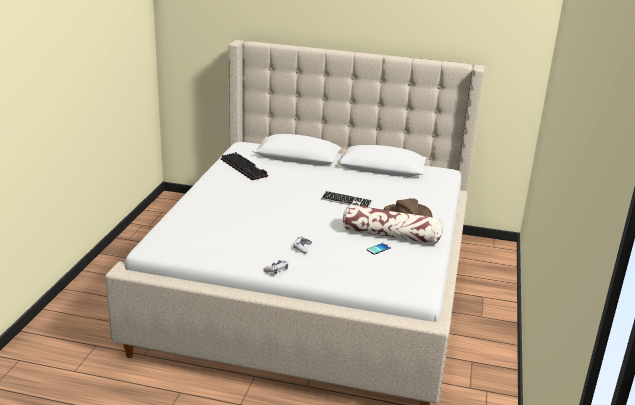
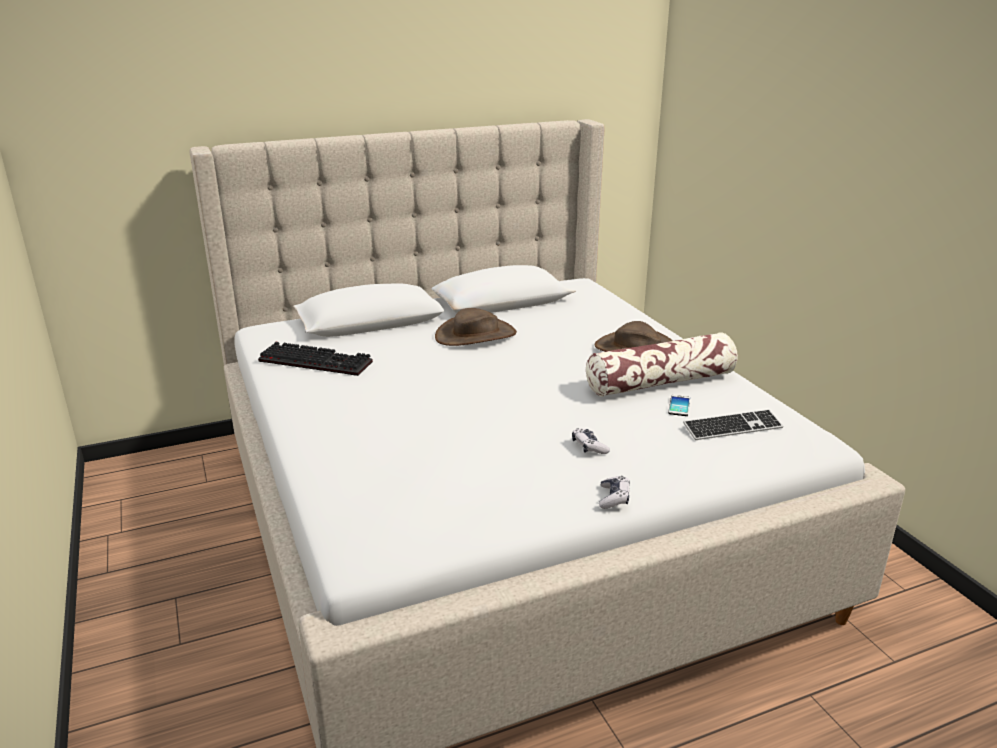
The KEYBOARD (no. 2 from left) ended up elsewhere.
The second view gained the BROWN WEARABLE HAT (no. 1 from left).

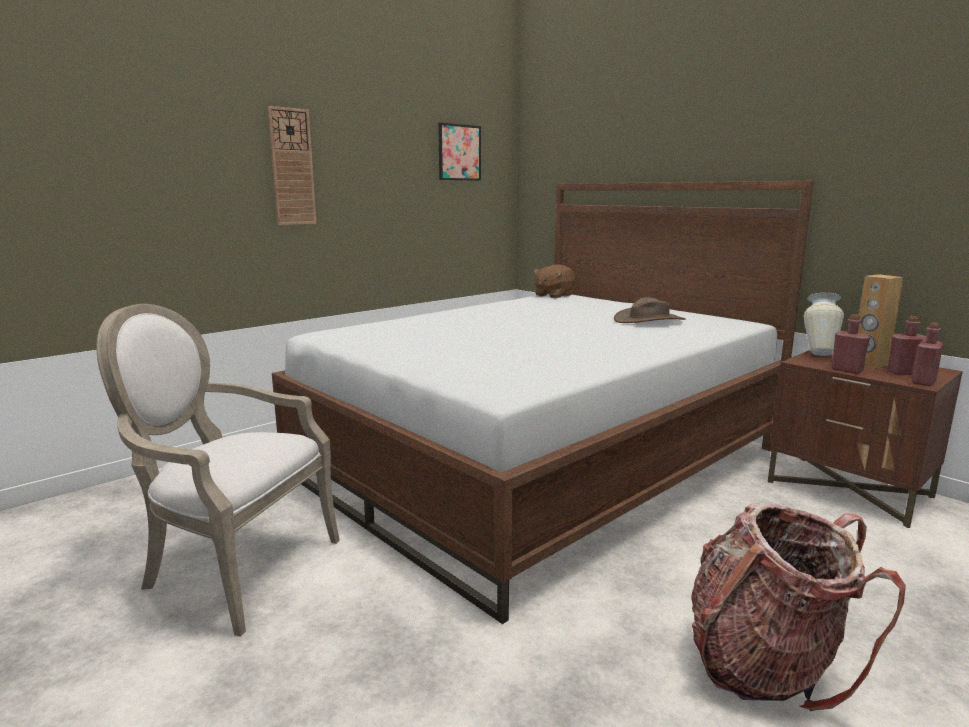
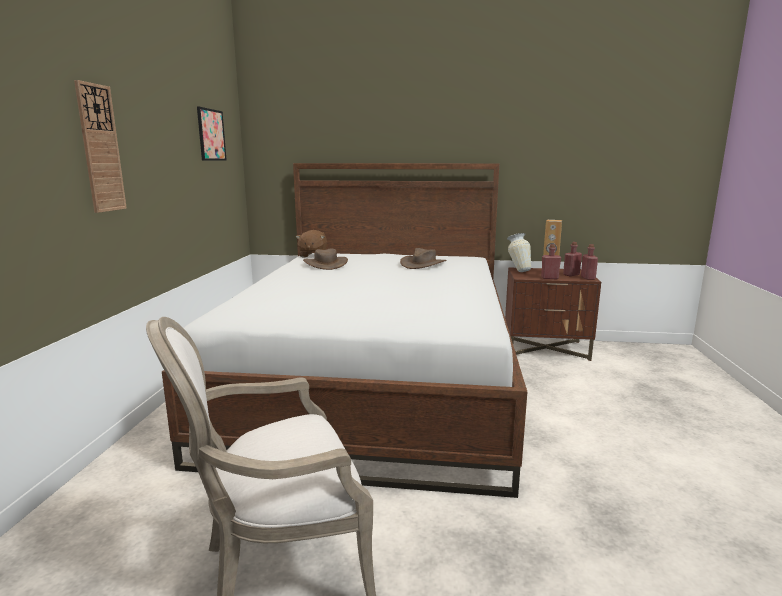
The second view lost the BACKPACK.
The second view gained the BROWN WEARABLE HAT (no. 1 from left).

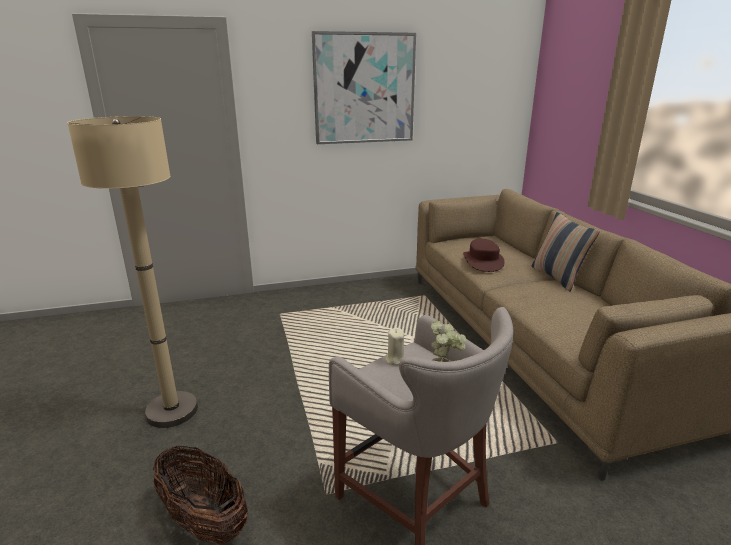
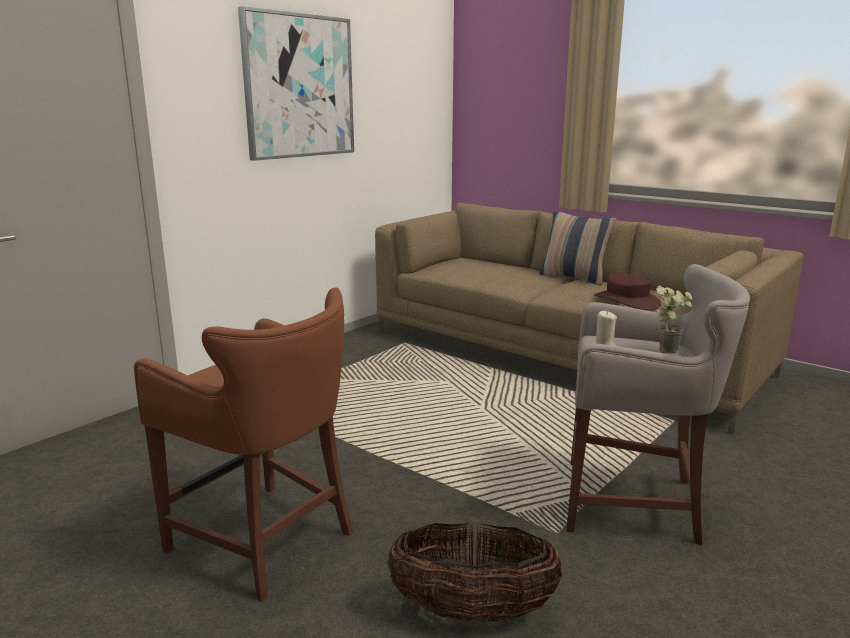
Where the SAND-COLOURED STANDARD LAMP stood, the BROWN STOOL SEAT came to stand.
The BROWN WEARABLE HAT ended up elsewhere.

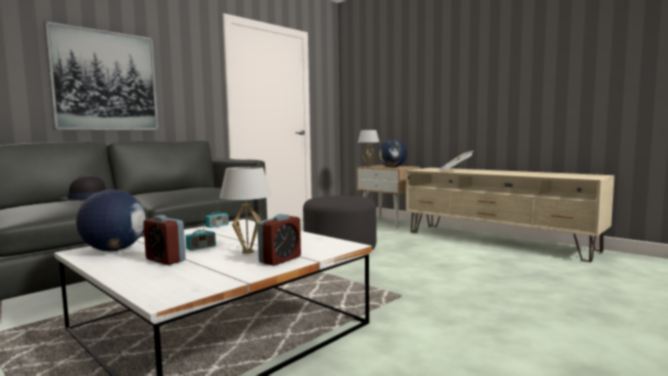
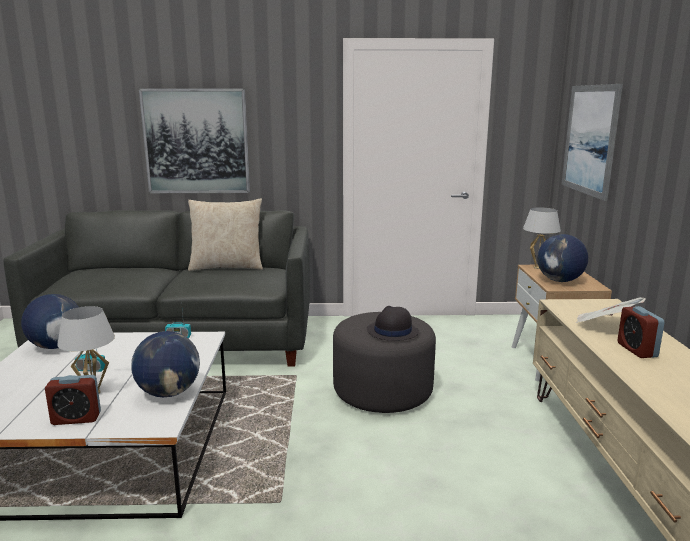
The BLACKISH WEARABLE HAT ended up elsewhere.
The BEDSIDE CLOCK (no. 1 from left in the first image) ended up elsewhere.
The second view gained the GLOBE (no. 2 from left).
The second view gained the SAND-COLOURED THROW PILLOW.
The second view gained the WALL ART (no. 2 from left).

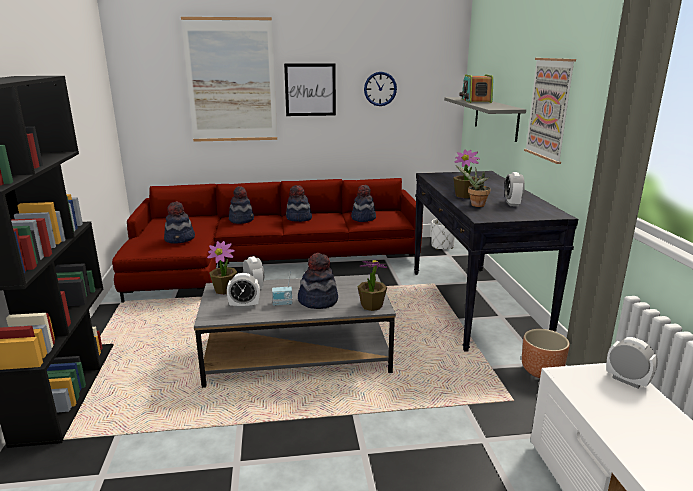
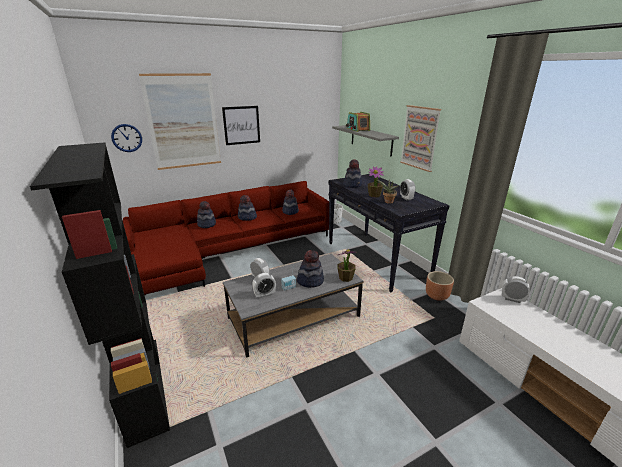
The WEARABLE HAT (no. 1 from left in the first image) ended up elsewhere.
The second view lost the HOUSEPLANT (no. 1 from left).
The HANGING CLOCK ended up elsewhere.

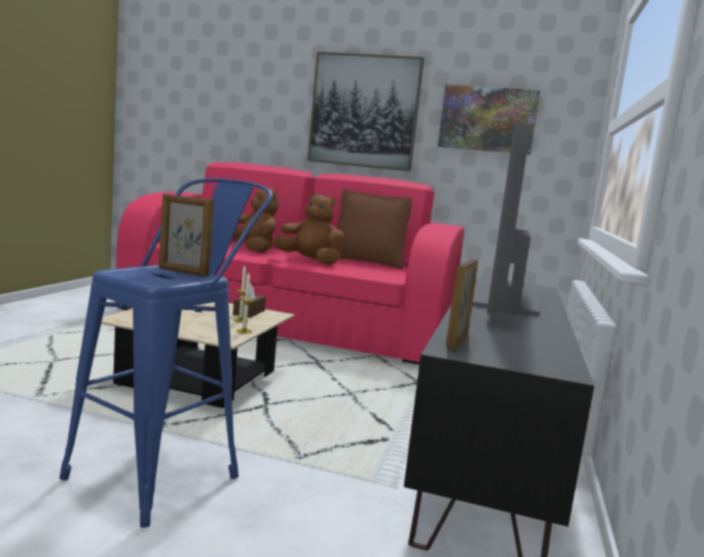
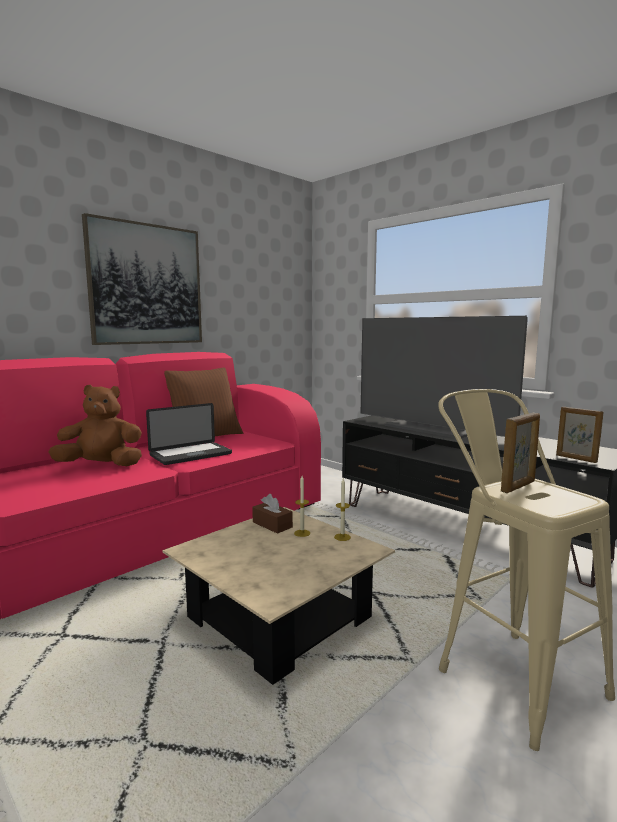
What was the BLUE-COLOURED STOOL SEAT turned into the SAND-COLOURED STOOL SEAT.
Where the BROWN PLUSH TOY (no. 2 from left) stood, the PORTABLE COMPUTER came to stand.
The second view lost the WALL ART (no. 2 from left).

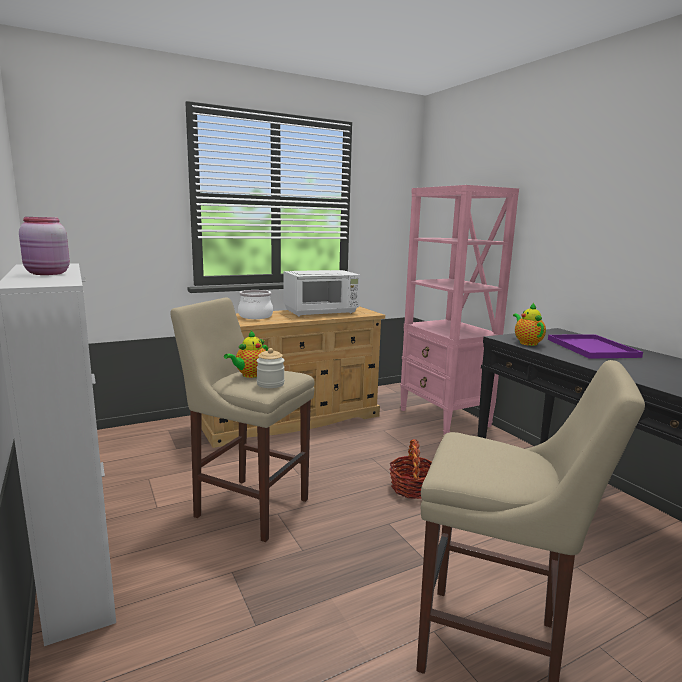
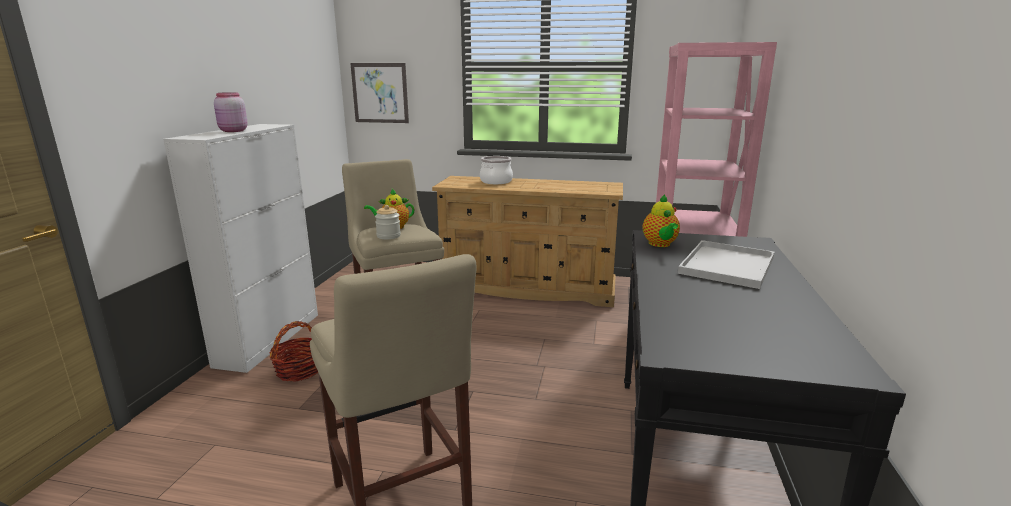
The second view lost the WHITISH KITCHEN MICROWAVE.
The STORAGE BASKET ended up elsewhere.
The POT FOR TEA (no. 2 from left) ended up facing another way, 150 degrees clockwise from before.
What was the PURPLE TRAY turned into the WHITISH TRAY.
The second view gained the WALL ART.

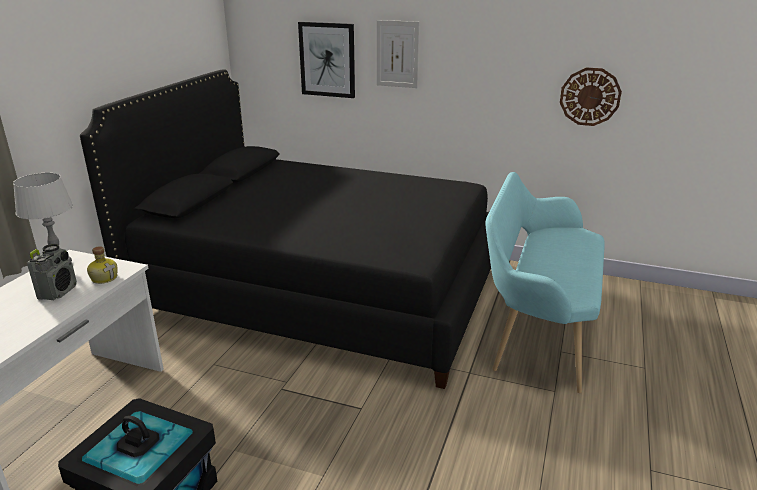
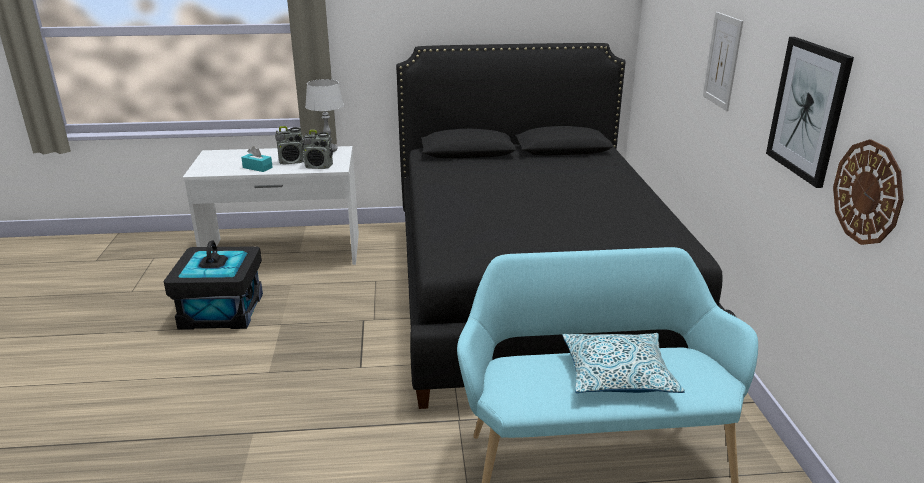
Where the BEVERAGE BOTTLE stood, the RADIO RECEIVER (no. 2 from left) came to stand.
The WALL ART (no. 1 from left in the first image) ended up elsewhere.
The second view gained the TURQUOISE TISSUE HOLDER.
The second view gained the THROW PILLOW.

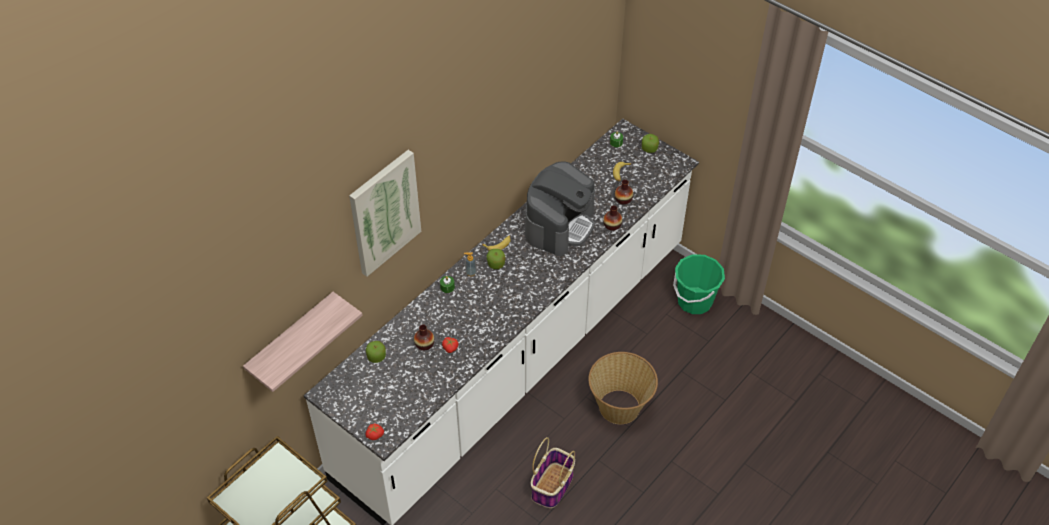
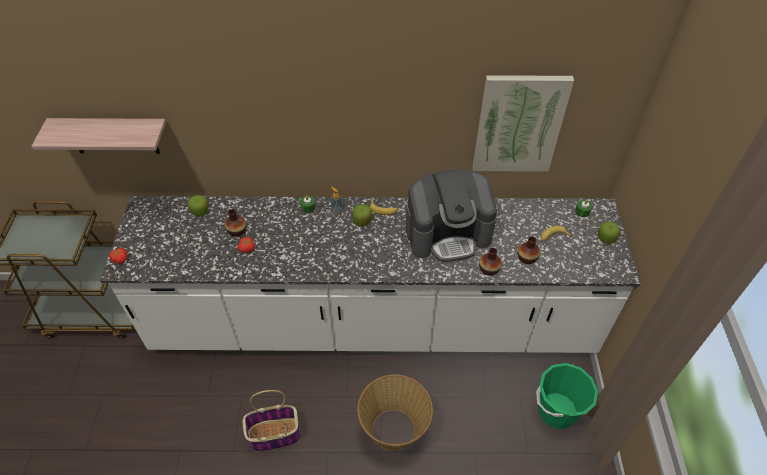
The WALL ART ended up elsewhere.

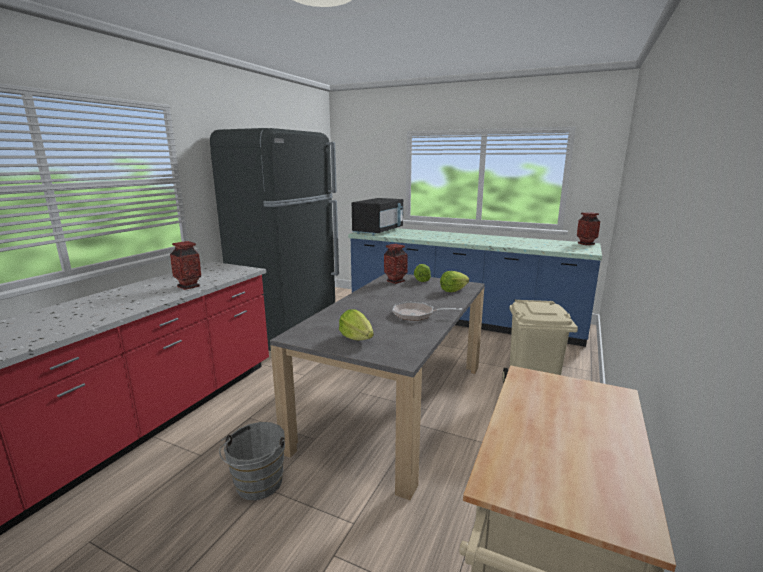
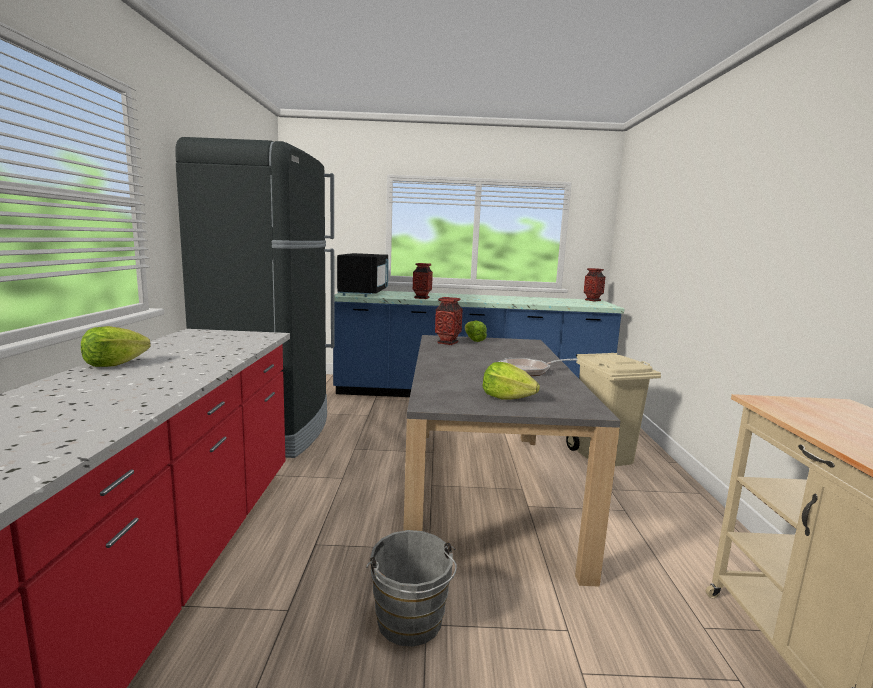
The DECORATIVE VASE (no. 1 from left) ended up elsewhere.
The LETTUCE HEAD (no. 3 from left in the first image) ended up elsewhere.

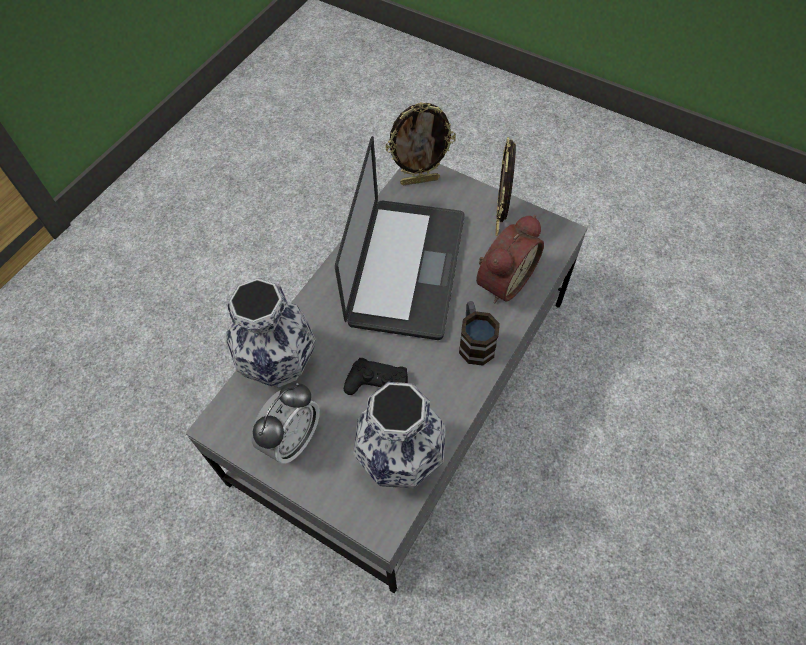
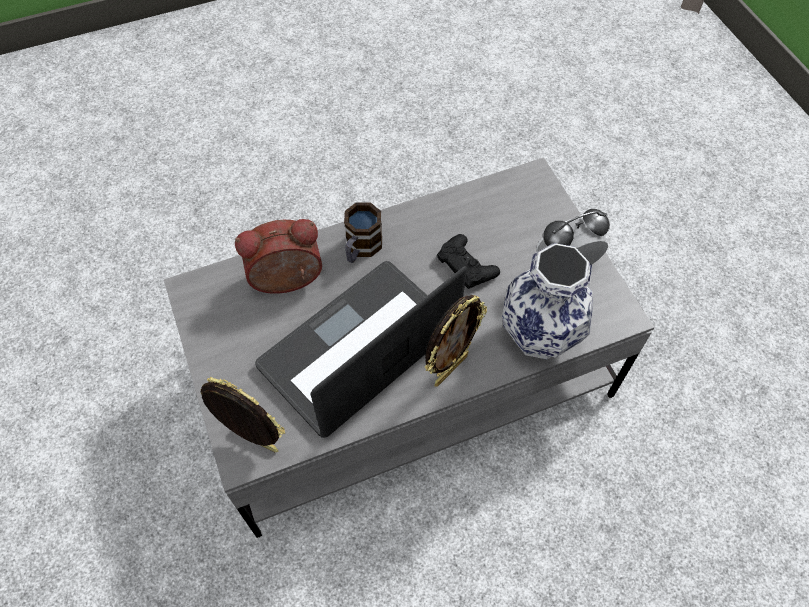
The second view lost the DECORATIVE VASE (no. 2 from left).
The STANDING FRAME (no. 2 from left) ended up elsewhere.

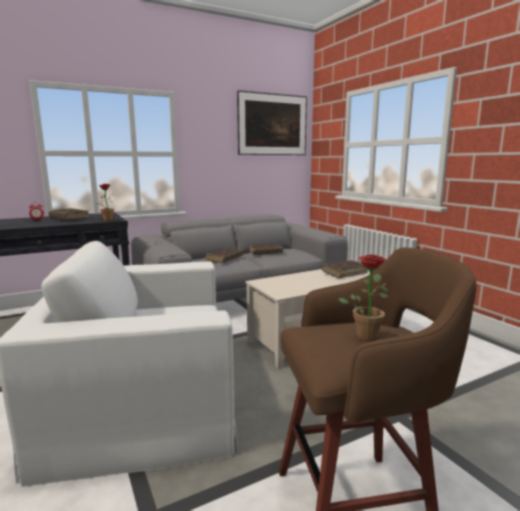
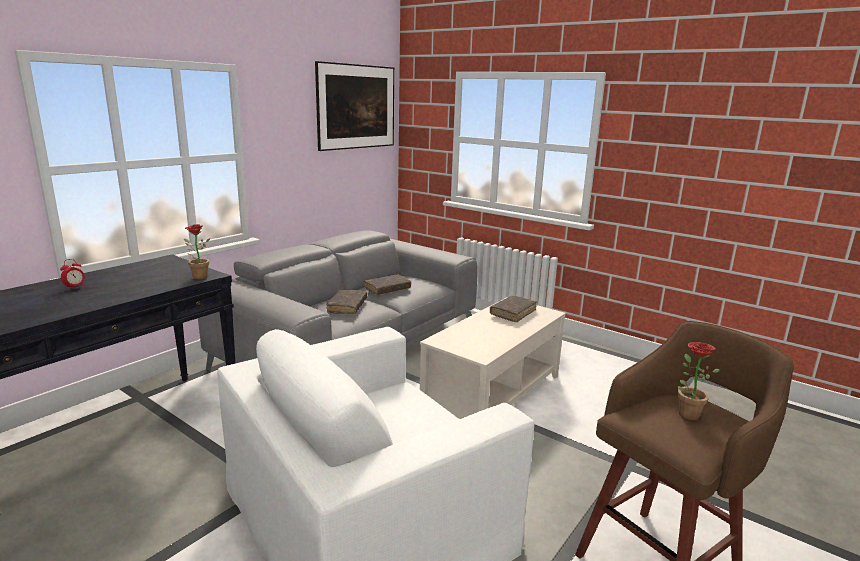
The second view lost the BROWN BOUND BOOK (no. 1 from left).

